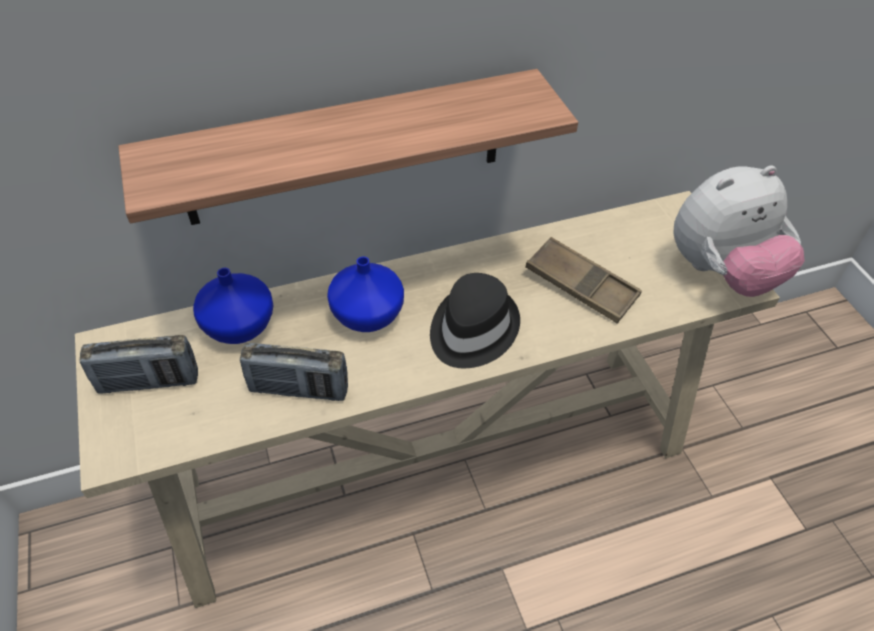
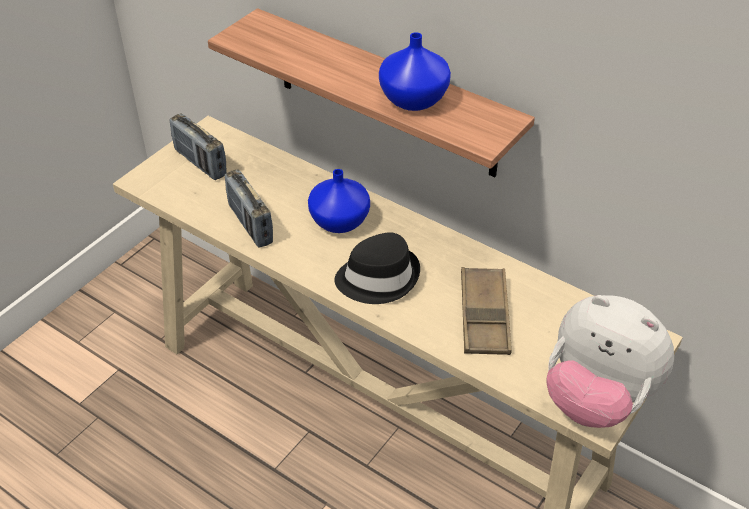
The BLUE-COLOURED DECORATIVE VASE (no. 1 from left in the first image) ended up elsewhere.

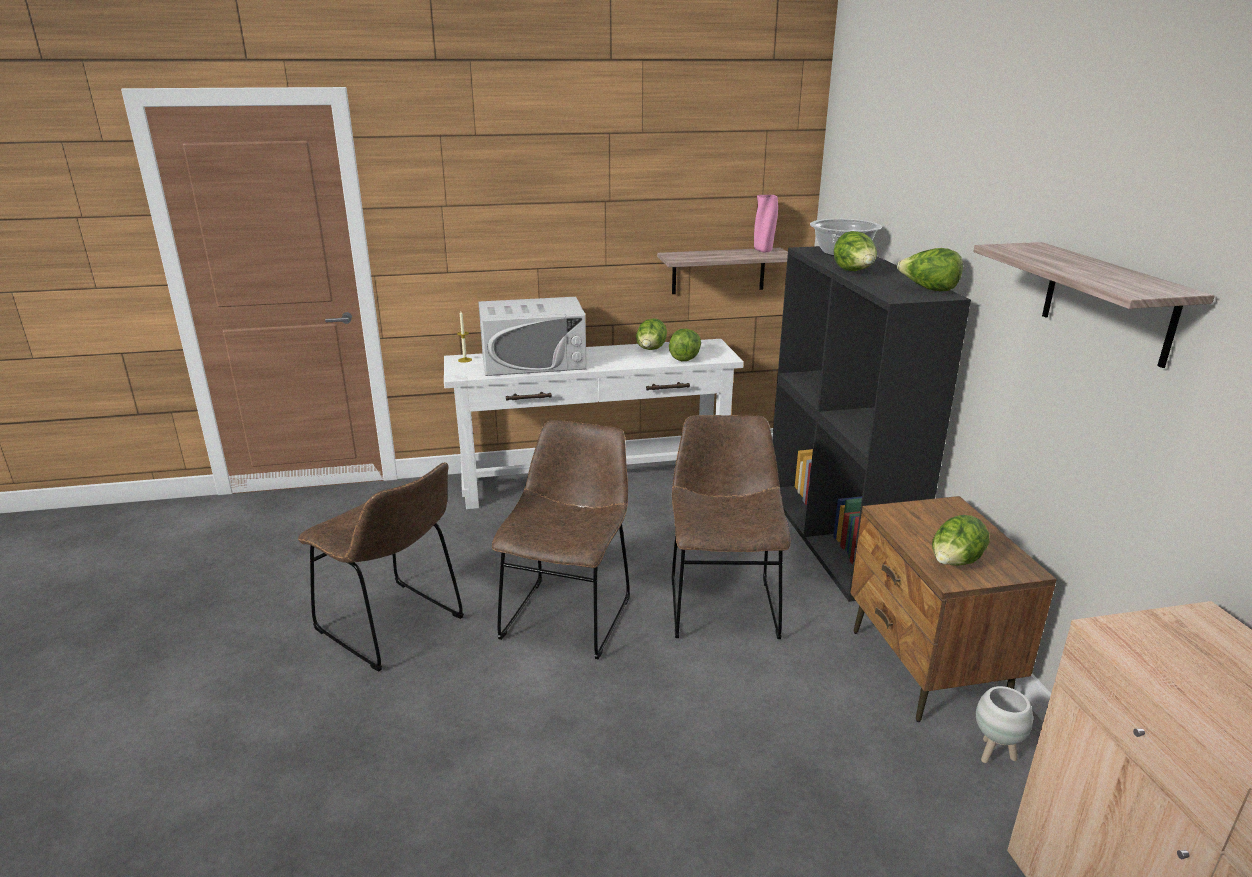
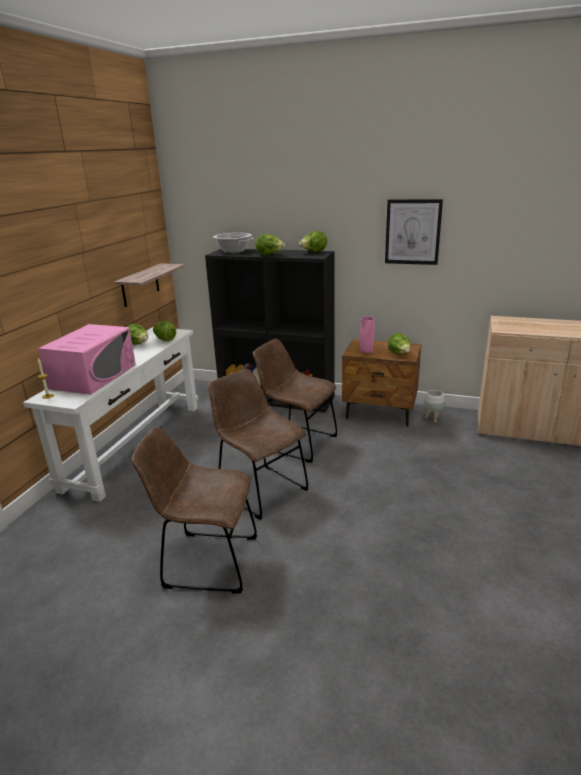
The BROWN CHAIR (no. 1 from left) ended up facing another way, 150 degrees counterclockwise from before.
What was the WHITISH KITCHEN MICROWAVE turned into the PINK KITCHEN MICROWAVE.
The PINK DECORATIVE VASE ended up elsewhere.
Where the BRACKET SHELF (no. 2 from left) hung, the WALL ART came to hang.

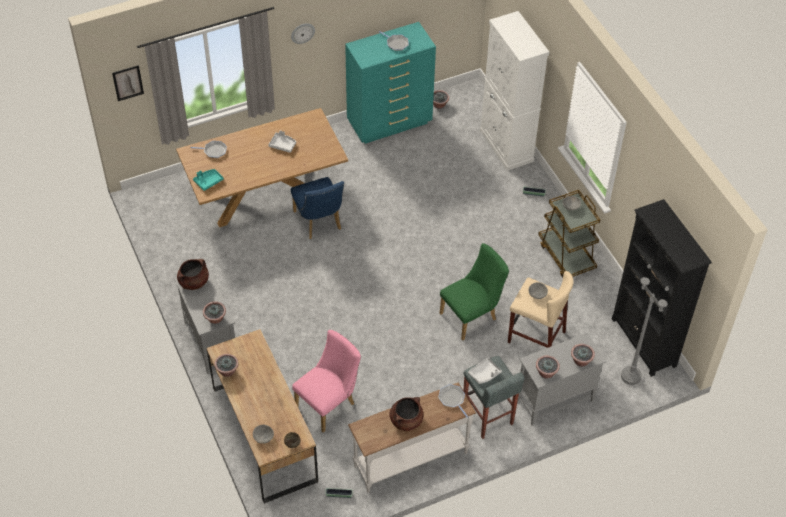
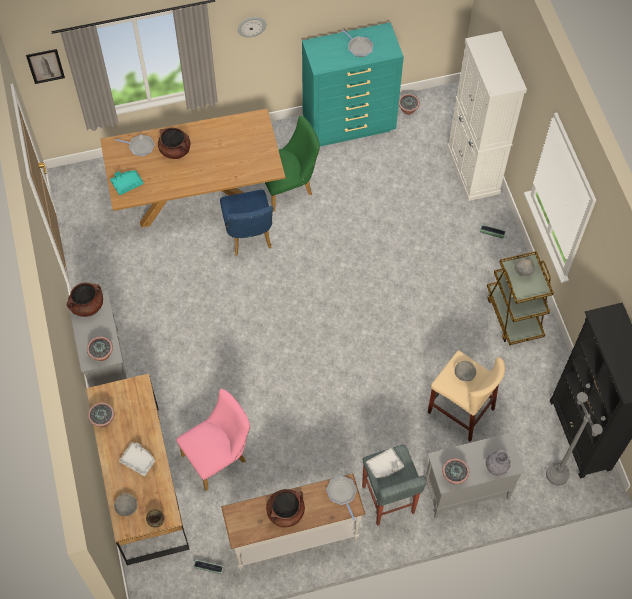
The GREYISH TRAY (no. 1 from left) ended up elsewhere.
The GREENISH CHAIR ended up elsewhere.
Where the HOUSEPLANT (no. 5 from left) stood, the GREYISH DECORATIVE VASE came to stand.
The second view gained the BROWN SAUCEPOT (no. 2 from left).

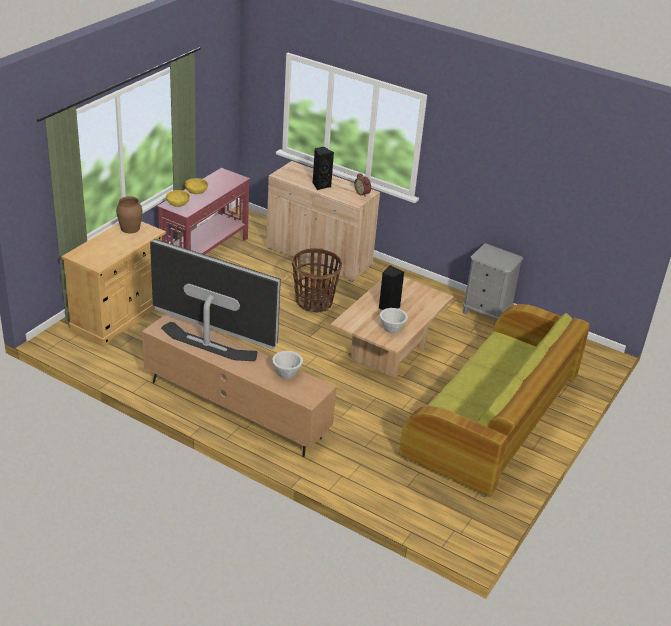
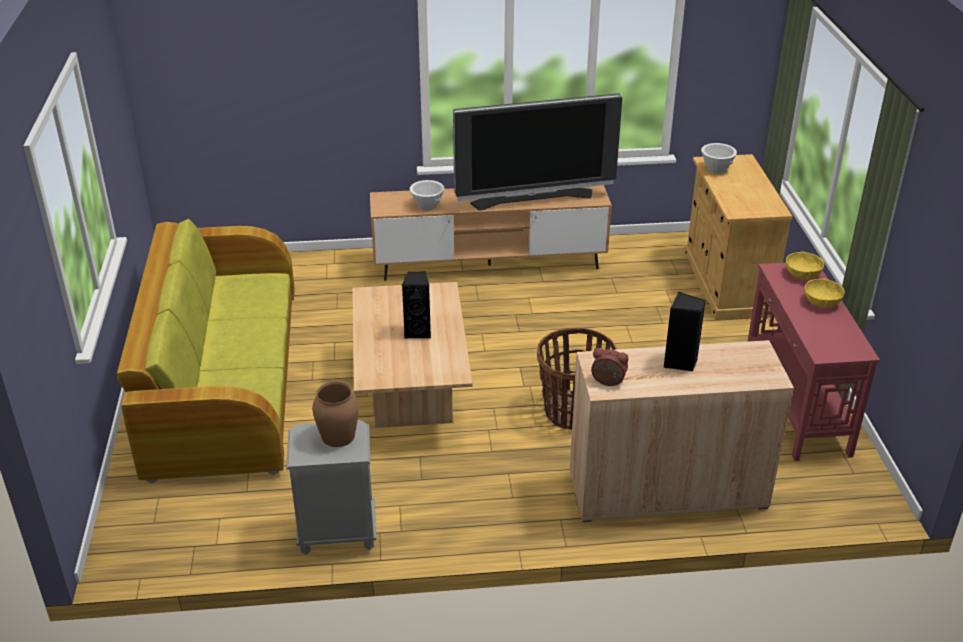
The BROWN DECORATIVE VASE ended up elsewhere.
The WHITISH BOWL (no. 2 from left) ended up elsewhere.

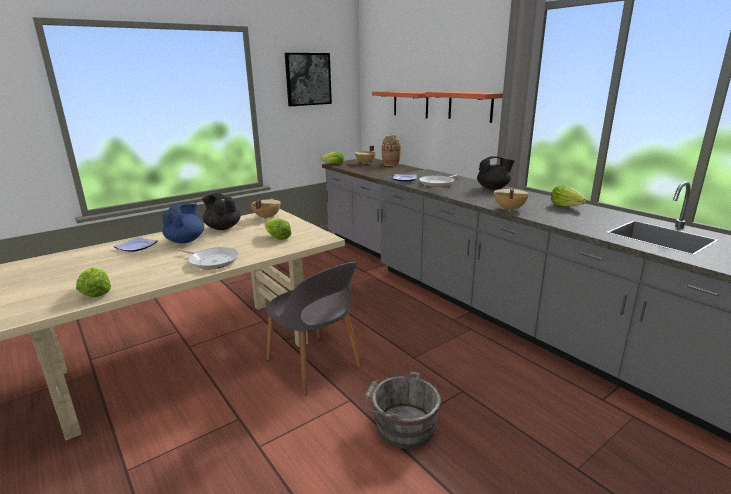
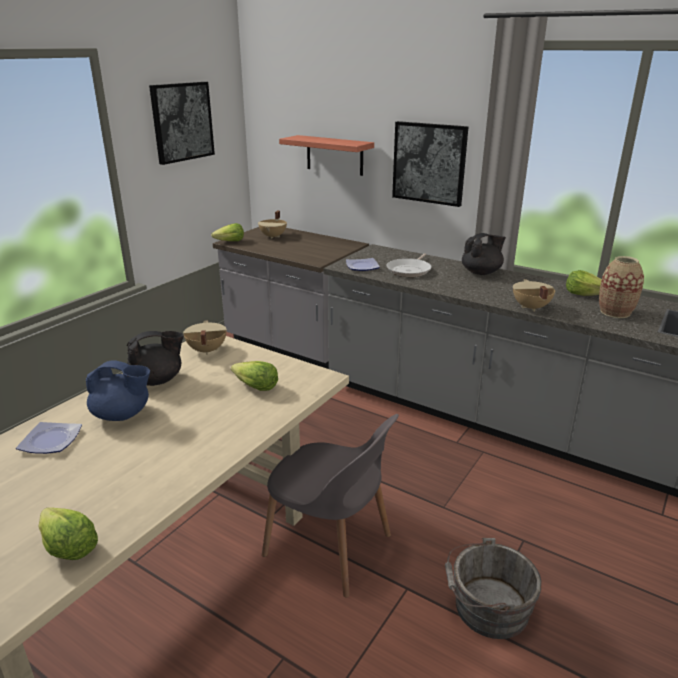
The BLUE-COLOURED POT FOR TEA ended up facing another way, 105 degrees clockwise from before.
The second view lost the FRYING PAN (no. 1 from left).
The BLACKISH POT FOR TEA (no. 1 from left) ended up facing another way, 135 degrees clockwise from before.
The DECORATIVE VASE ended up elsewhere.
Where the BRACKET SHELF (no. 2 from left) hung, the WALL ART (no. 2 from left) came to hang.

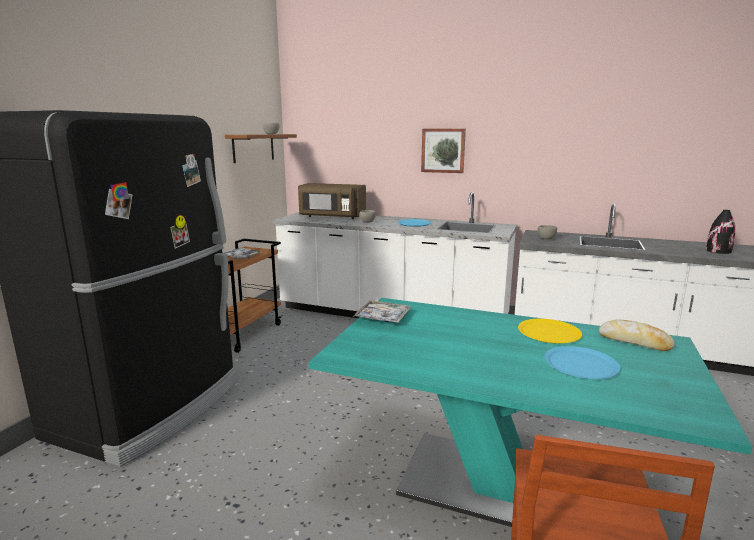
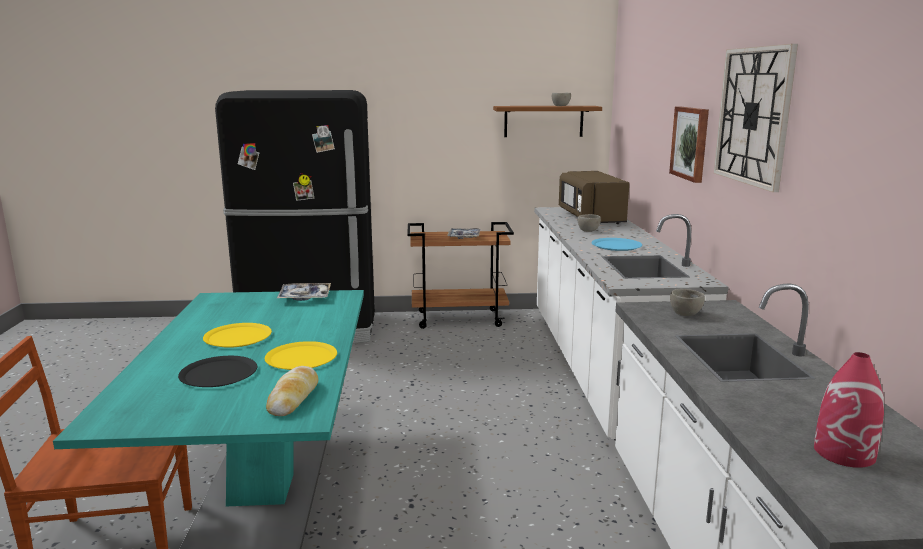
What was the BLUE-COLOURED PLATE (no. 2 from left) turned into the BLACKISH PLATE.
What was the BLACKISH DECORATIVE VASE turned into the RED-COLOURED DECORATIVE VASE.
The second view gained the YELLOW-COLOURED PLATE (no. 1 from left).
The second view gained the HANGING CLOCK.

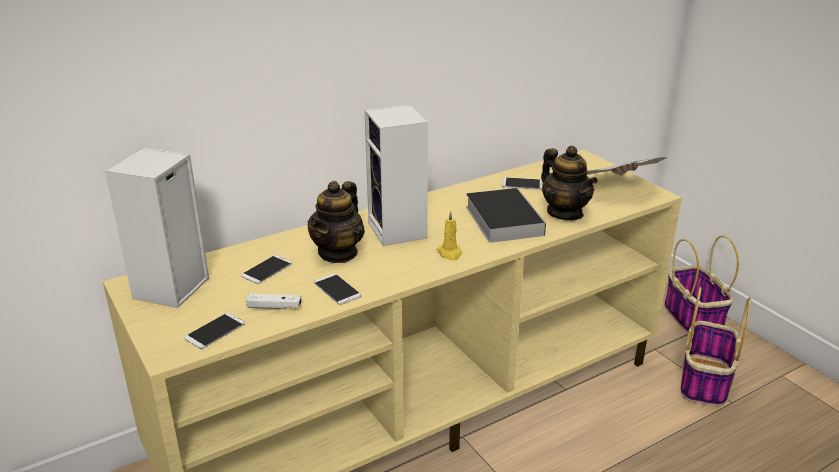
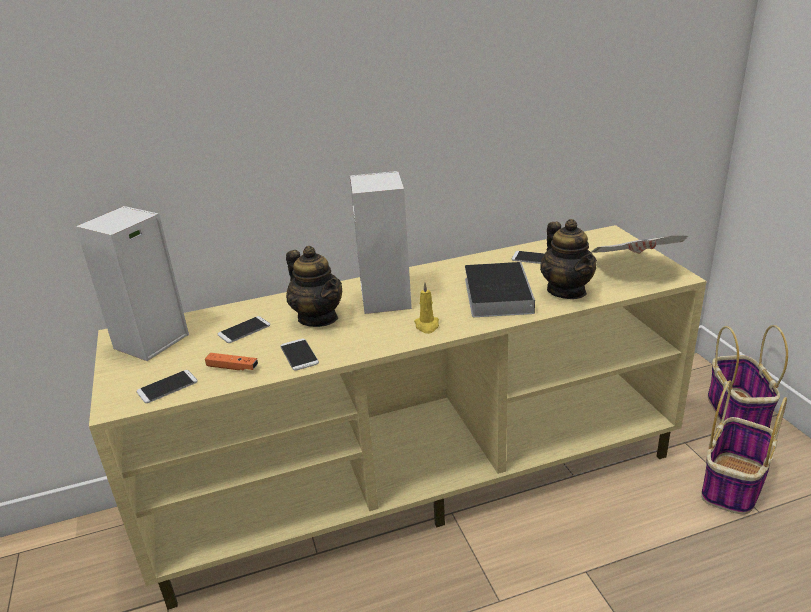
What was the WHITISH GAMEPAD turned into the ORANGEY GAMEPAD.
The POT FOR TEA (no. 1 from left) ended up facing another way, 75 degrees counterclockwise from before.

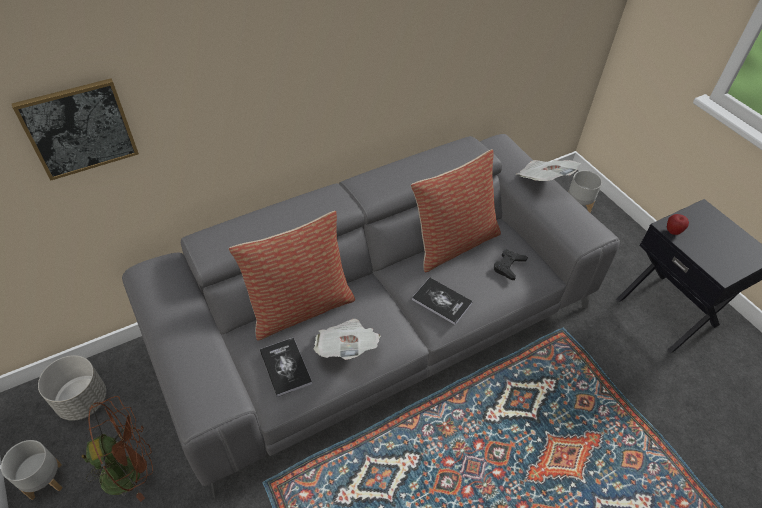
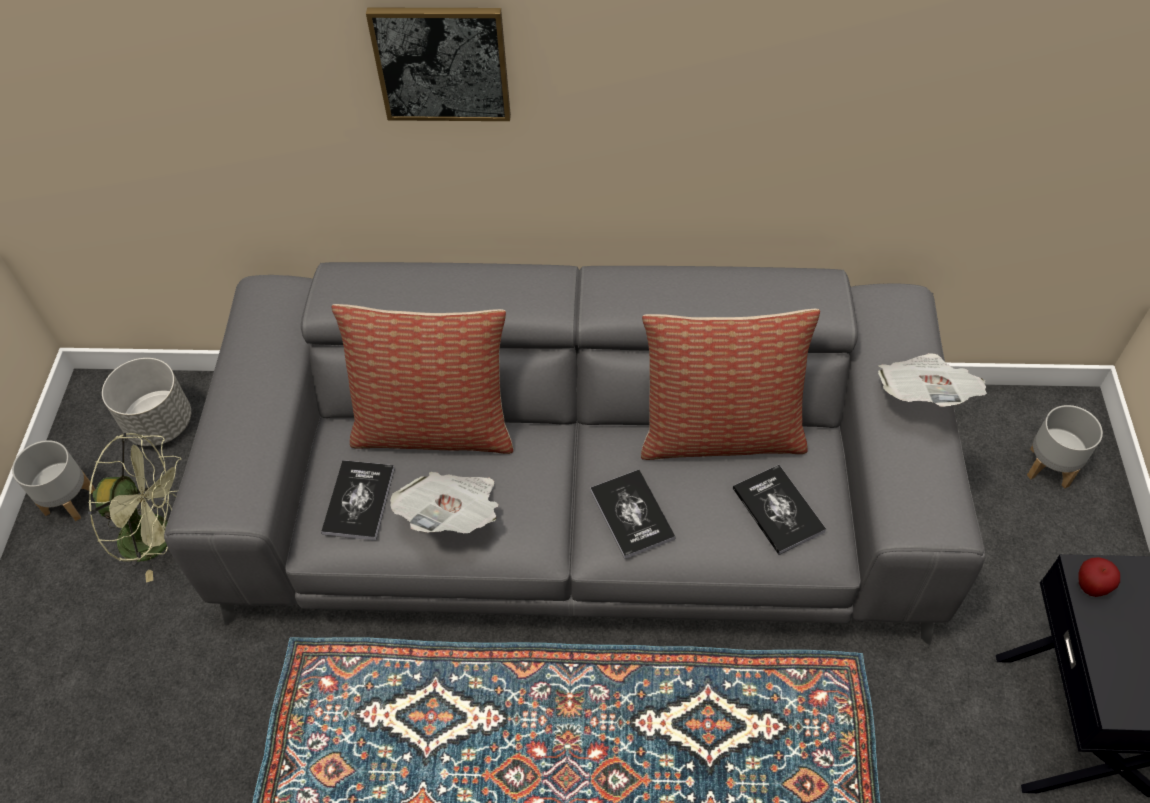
The WALL ART ended up elsewhere.
What was the BROWN ELECTRIC FAN turned into the GREENISH ELECTRIC FAN.
Where the BLACKISH GAMEPAD stood, the BOUND BOOK (no. 3 from left) came to stand.

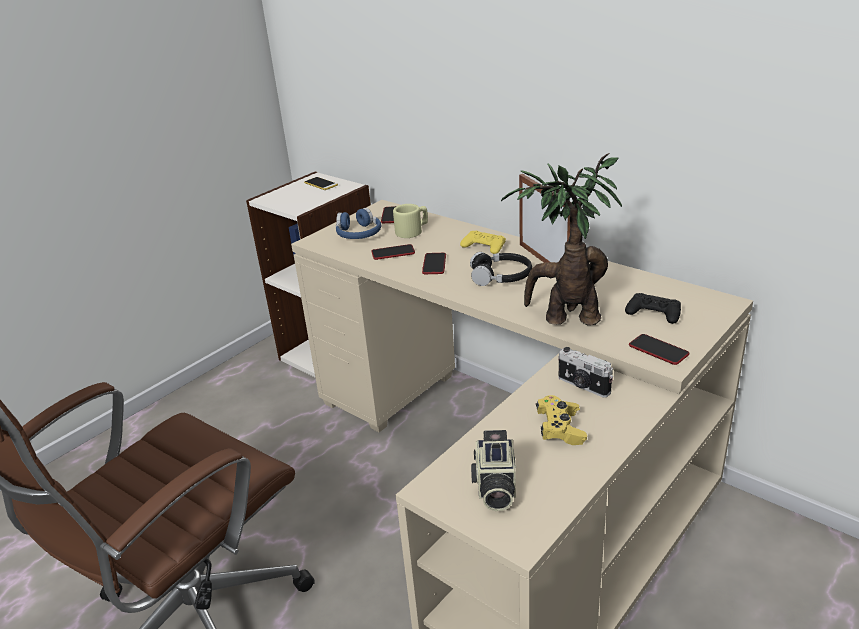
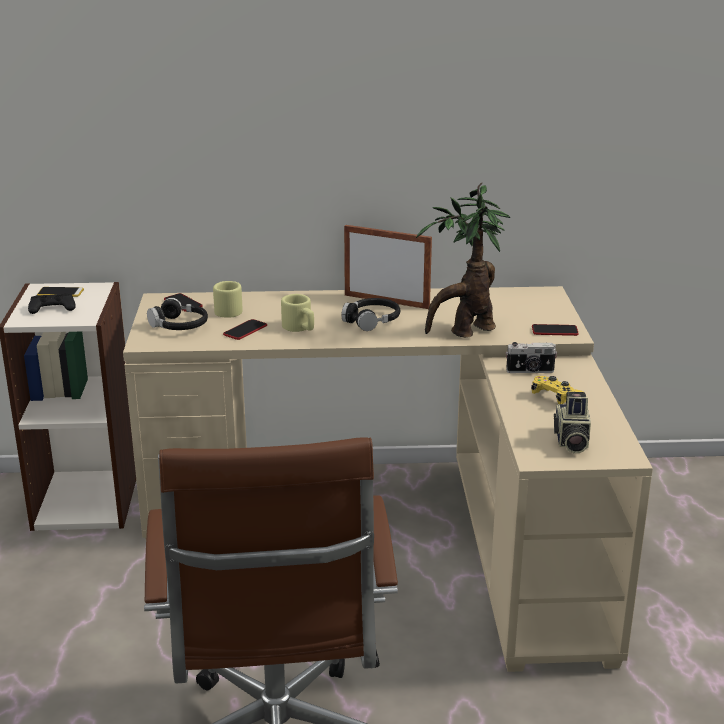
What was the BLUE-COLOURED PAIR OF HEADPHONES turned into the BLACKISH PAIR OF HEADPHONES (no. 1 from left).
Where the PHONE (no. 4 from left) stood, the SAND-COLOURED MUG (no. 2 from left) came to stand.
The second view lost the YELLOW-COLOURED GAMEPAD (no. 1 from left).
The STILL CAMERA (no. 1 from left in the first image) ended up facing another way, 45 degrees clockwise from before.
The BLACKISH GAMEPAD ended up elsewhere.

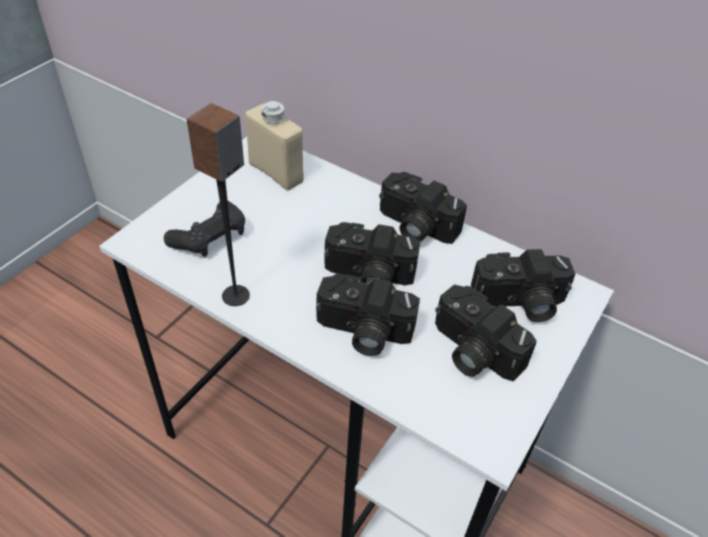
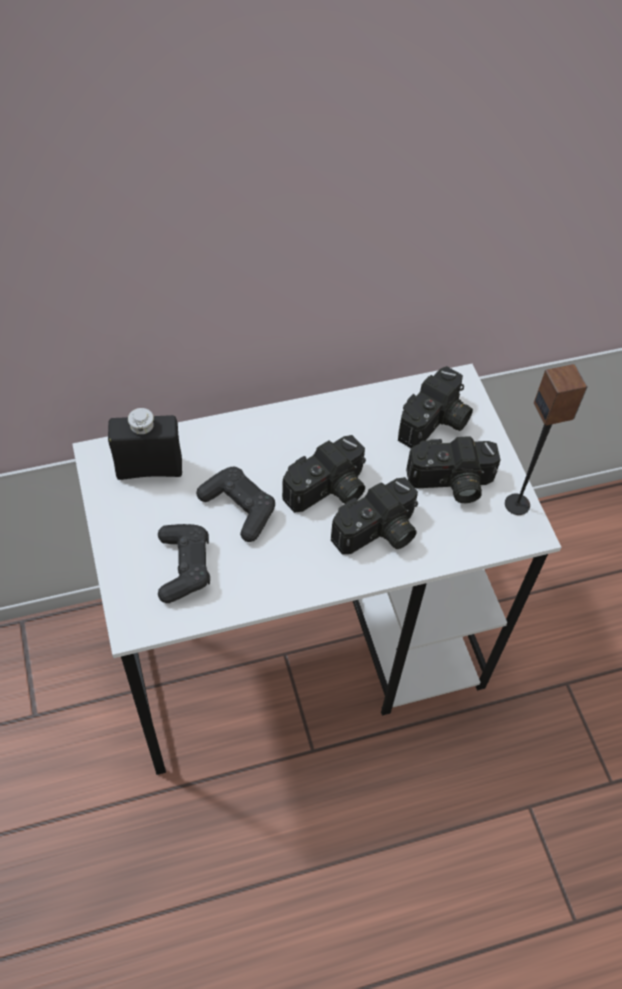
The SPEAKER ended up elsewhere.
What was the SAND-COLOURED BEVERAGE BOTTLE turned into the BLACKISH BEVERAGE BOTTLE.
The second view lost the STILL CAMERA (no. 3 from left).
The second view gained the BLACKISH GAMEPAD (no. 2 from left).

